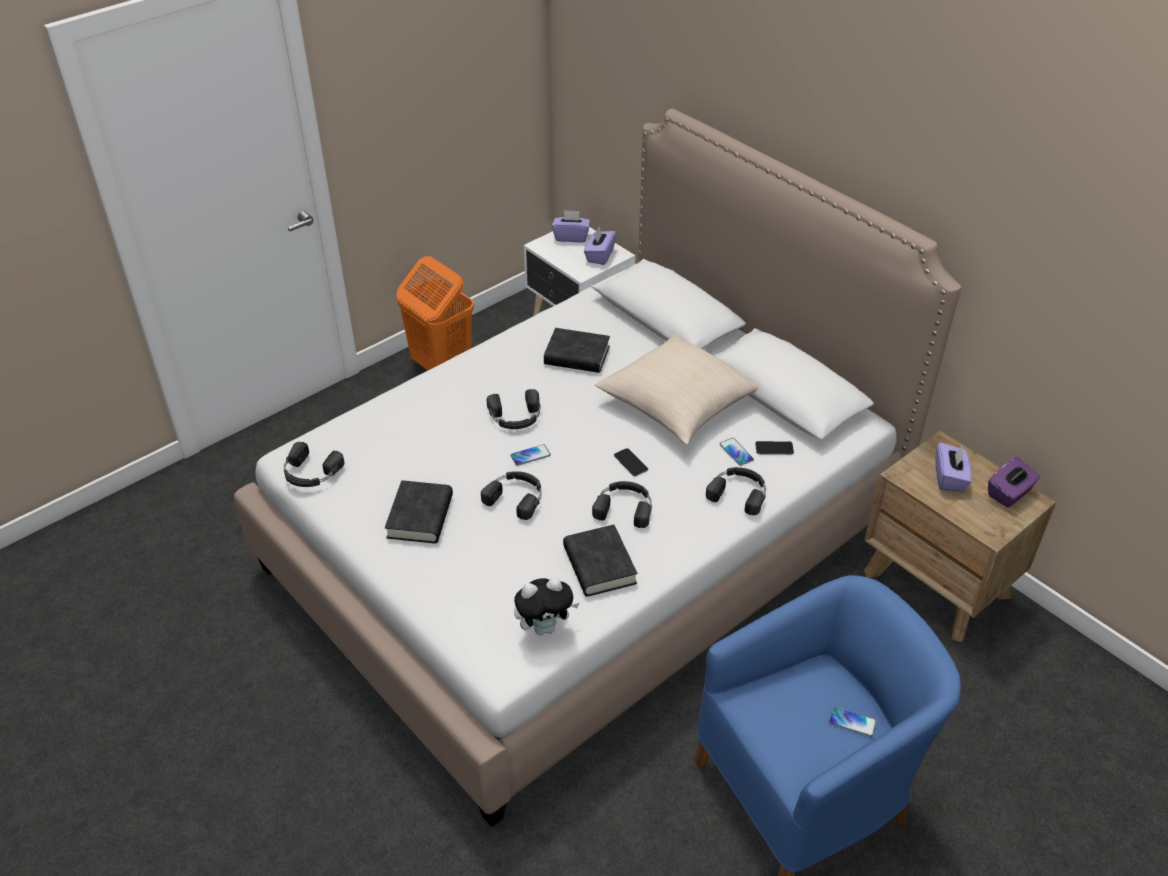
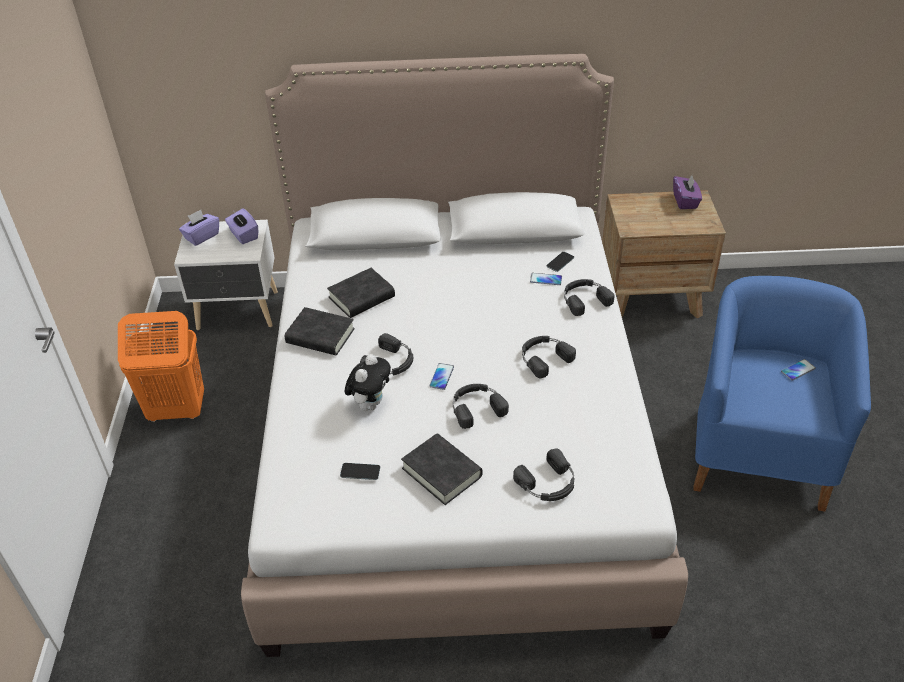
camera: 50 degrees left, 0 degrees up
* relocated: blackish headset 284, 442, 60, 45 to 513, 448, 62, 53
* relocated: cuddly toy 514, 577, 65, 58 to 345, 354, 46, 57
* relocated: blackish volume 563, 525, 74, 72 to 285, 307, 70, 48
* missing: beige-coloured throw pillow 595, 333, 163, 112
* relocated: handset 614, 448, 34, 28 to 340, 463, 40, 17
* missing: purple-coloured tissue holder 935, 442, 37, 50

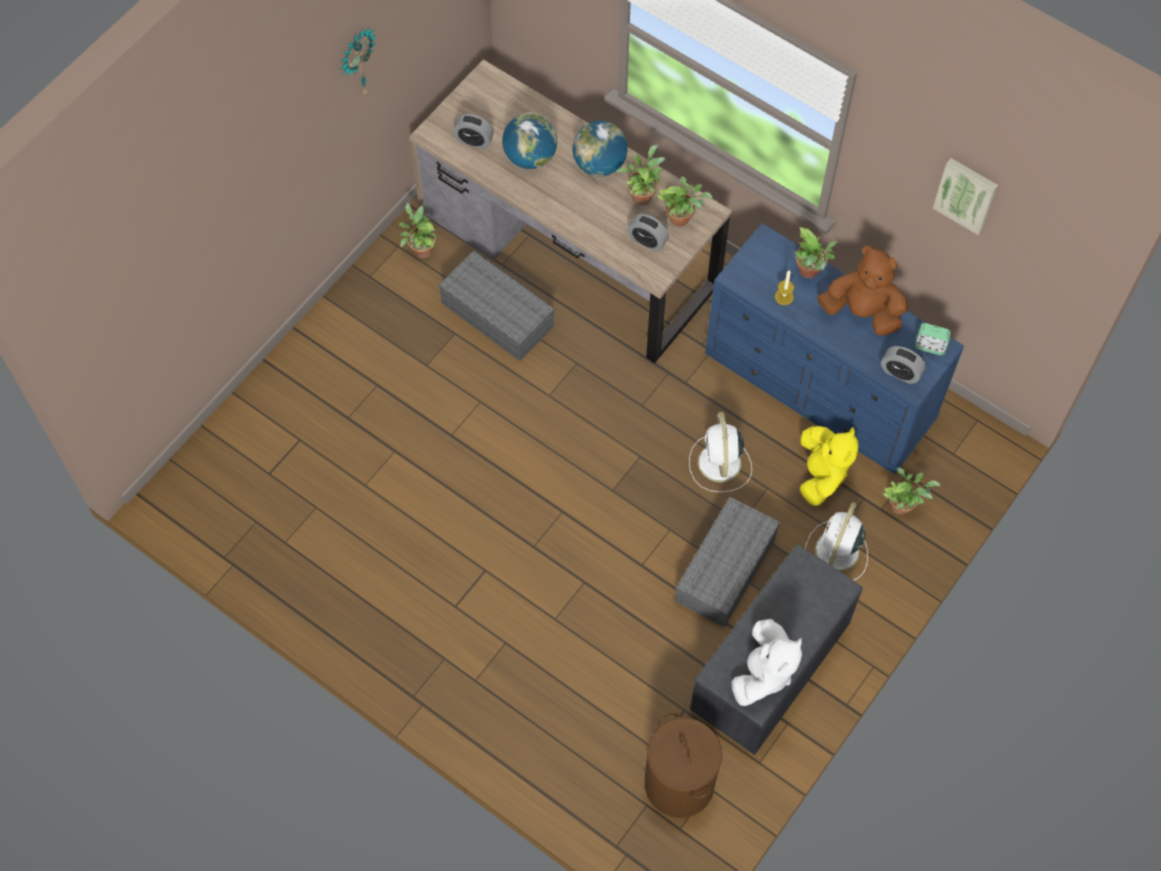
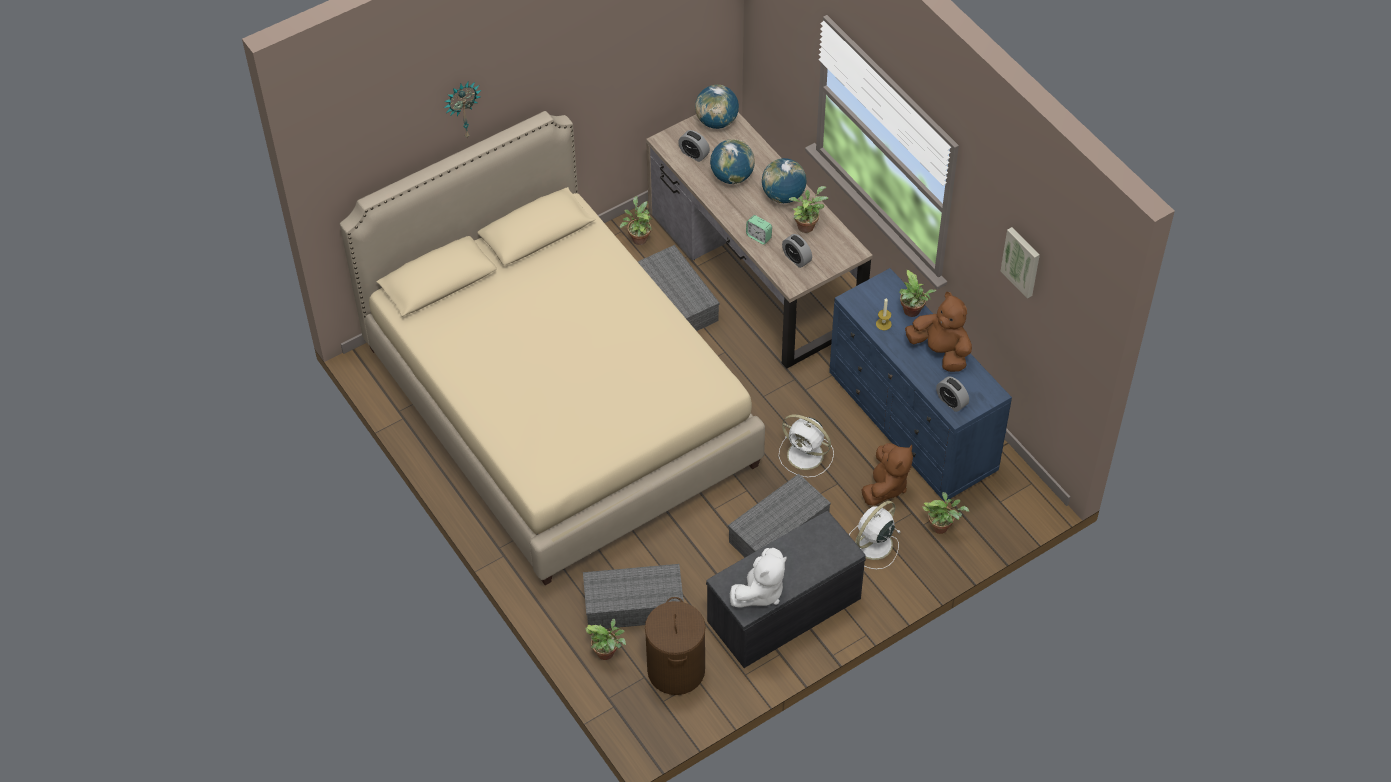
camera: 20 degrees right, 10 degrees down
* relocated: clock on the wall 341, 28, 35, 67 to 444, 82, 38, 57
* relocated: potted plant 657, 176, 56, 51 to 586, 619, 40, 41
* spun: white-coloured electric fan 689, 412, 63, 80 = 778, 414, 56, 64 75 degrees counterclockwise
* colour: yellow cuddly toy 800, 426, 58, 80 to brown cuddly toy 862, 443, 51, 62
* relocated: alarm clock 915, 323, 36, 32 to 746, 215, 26, 30
* appeared: beige-coloured bed 340, 111, 425, 474
* appeared: gray storage container 583, 564, 101, 65
* appeared: world globe 695, 85, 44, 44

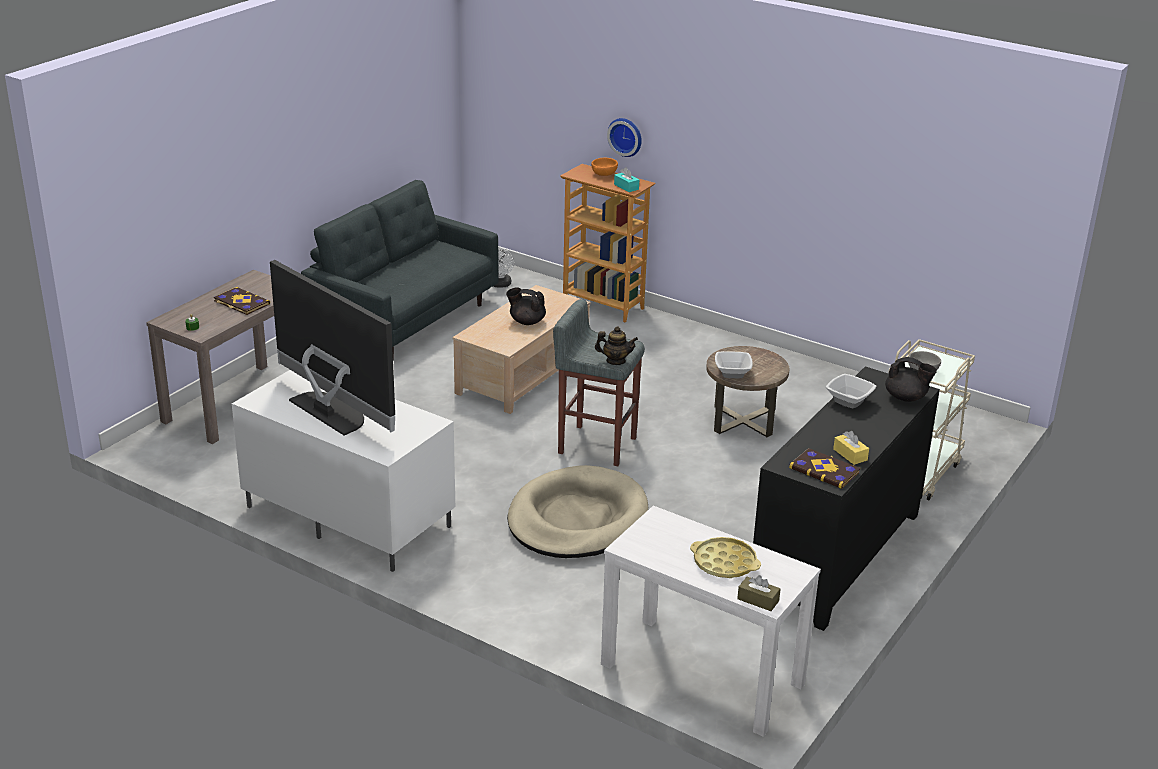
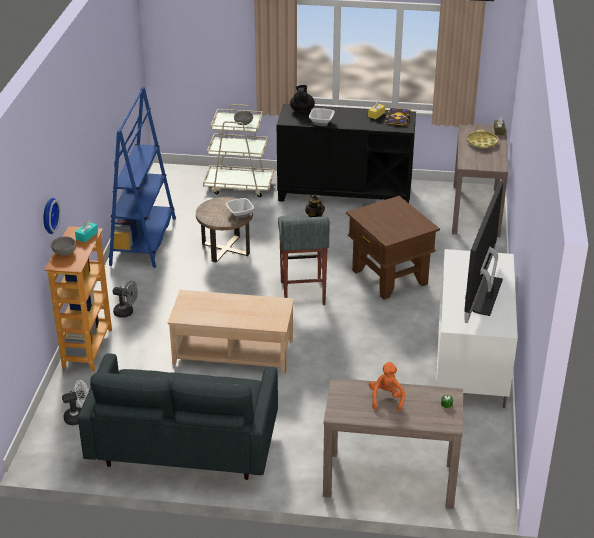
camera: 115 degrees left, 5 degrees up
* exchanged: volume 214, 287, 56, 28 to orangey cuddly toy 369, 362, 36, 49
* missing: blackish pot for tea 506, 288, 40, 37
* exchanged: beige-coloured pet bed 507, 465, 141, 93 to brown accent table 346, 196, 94, 104
* colour: orangey serving bowl 591, 158, 27, 18 to gray serving bowl 51, 236, 25, 20
* colour: white-coloured narrow table 601, 506, 220, 231 to brown narrow table 452, 123, 57, 114
* appeared: bluish bookcase 109, 87, 67, 181
* appeared: gray electric fan 113, 281, 25, 37

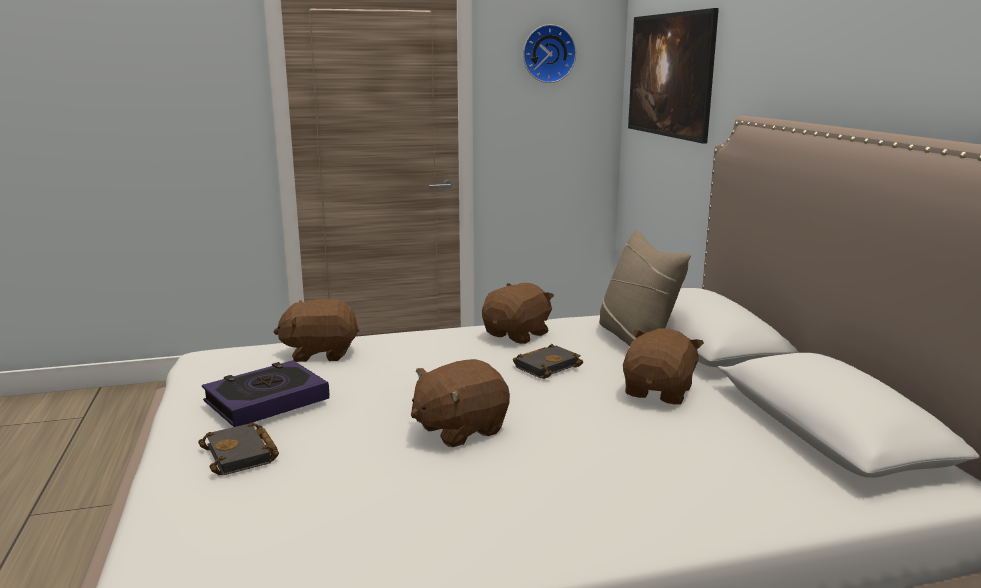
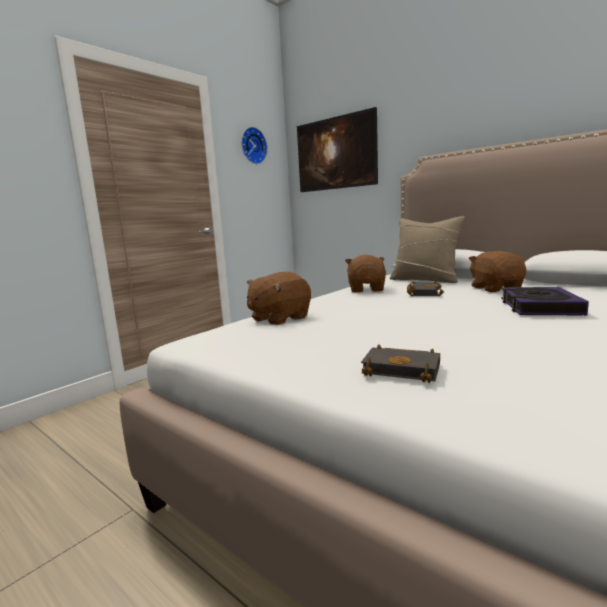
camera: 35 degrees left, 5 degrees down
* relocated: volume 202, 360, 128, 67 to 501, 287, 88, 28
* missing: brown cuddly toy 411, 359, 99, 88

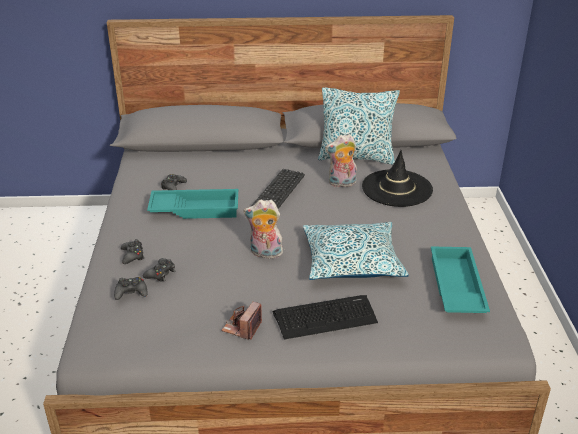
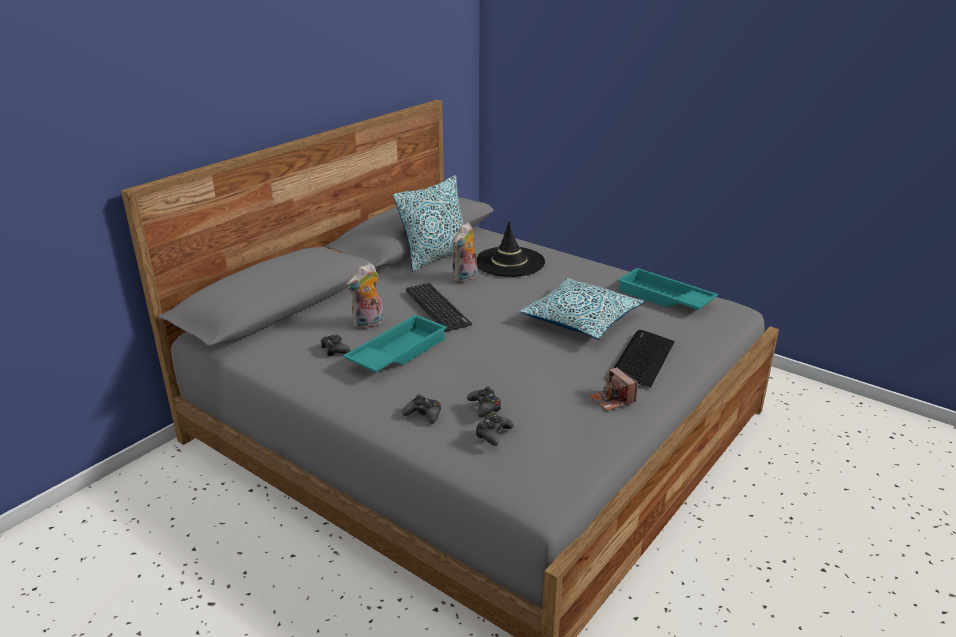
camera: 50 degrees left, 5 degrees down
* relocated: cuddly toy 243, 199, 40, 60 to 346, 263, 38, 67

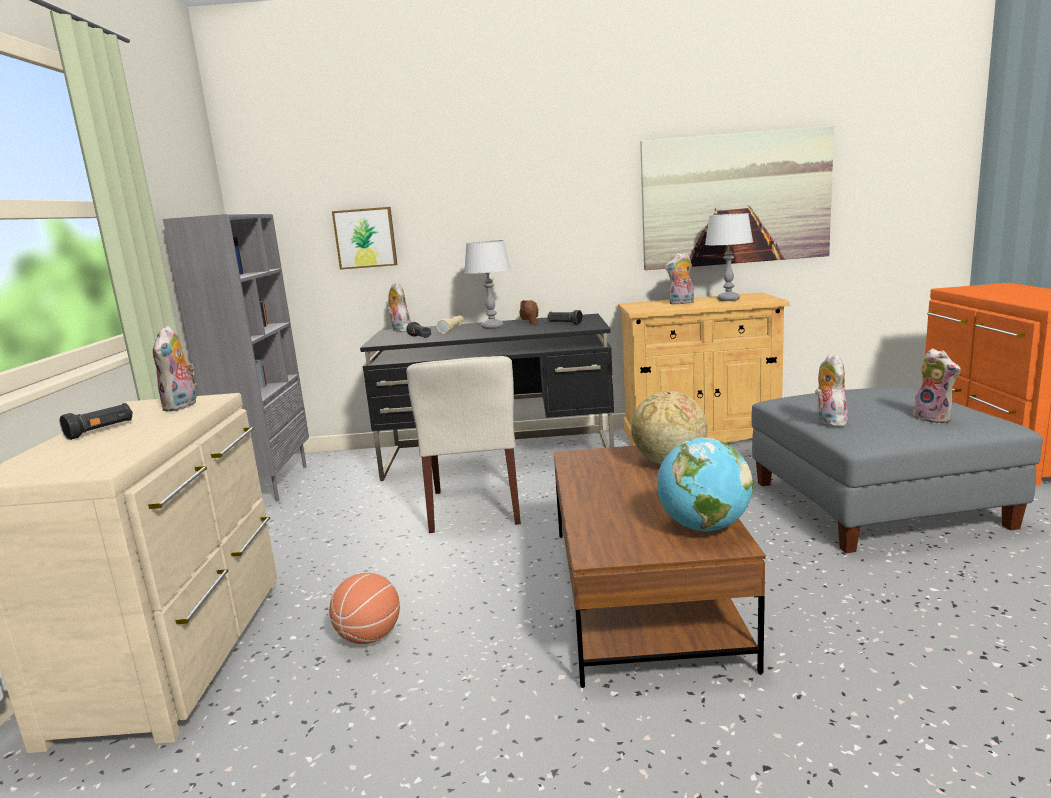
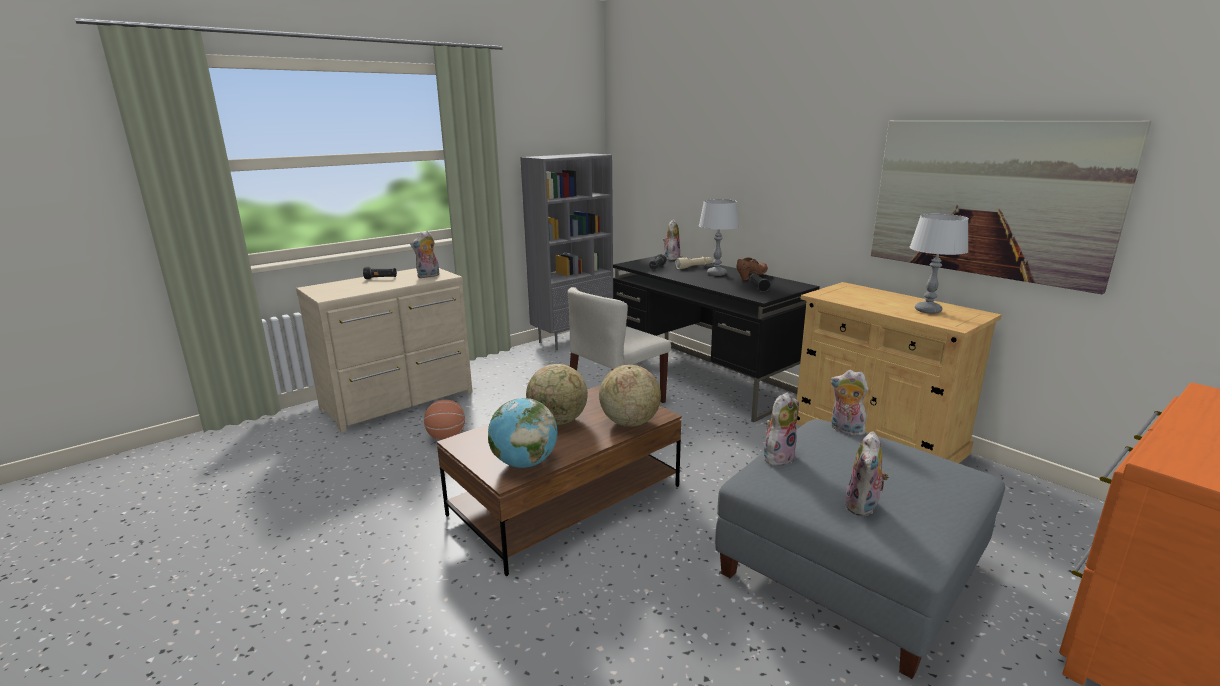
camera: 50 degrees right, 5 degrees up
* missing: wall art 332, 207, 66, 63
* relocated: cuddly toy 665, 253, 29, 52 to 831, 370, 37, 66
* appeared: world globe 526, 364, 62, 61

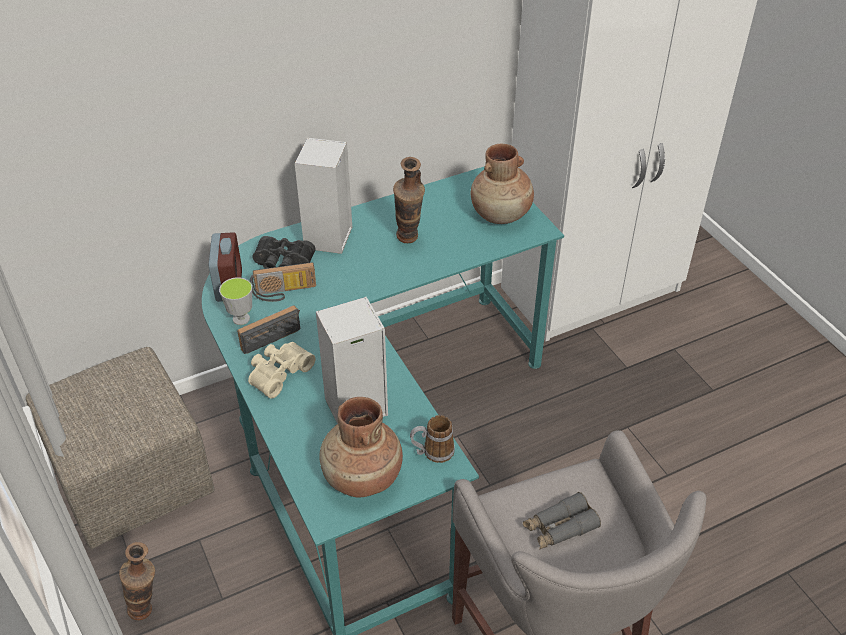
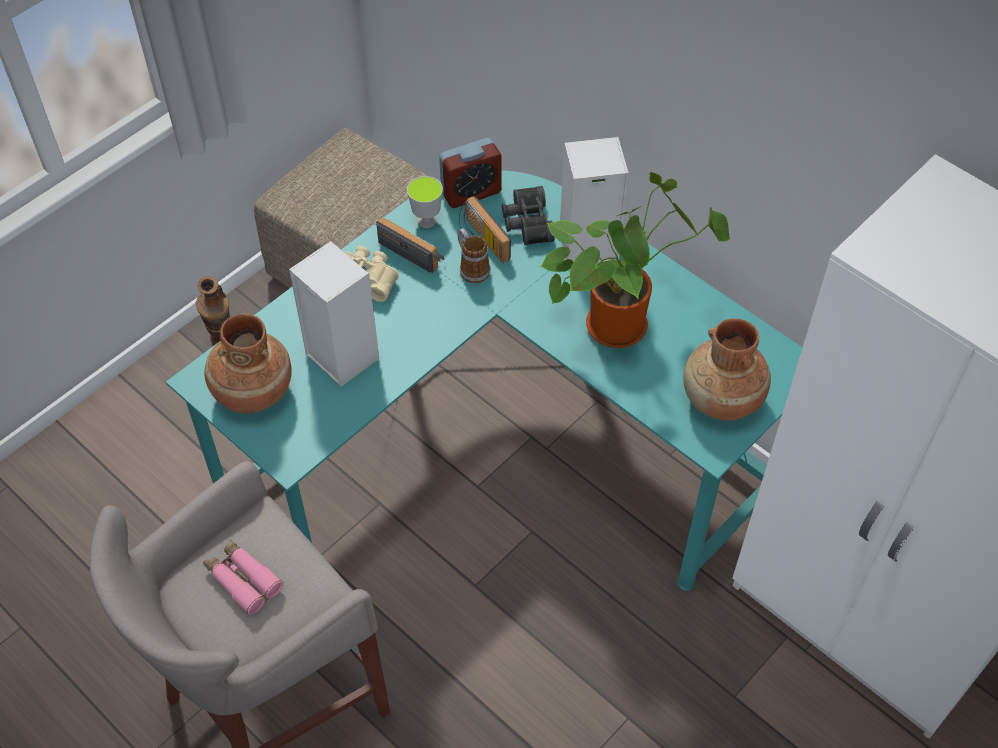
camera: 70 degrees right, 10 degrees up
* exchanged: vase 393, 157, 32, 86 to potted plant 539, 172, 191, 176
* relocated: mug 410, 415, 45, 48 to 457, 228, 33, 55
* colour: gray binoculars 523, 492, 78, 58 to pink binoculars 203, 539, 80, 76

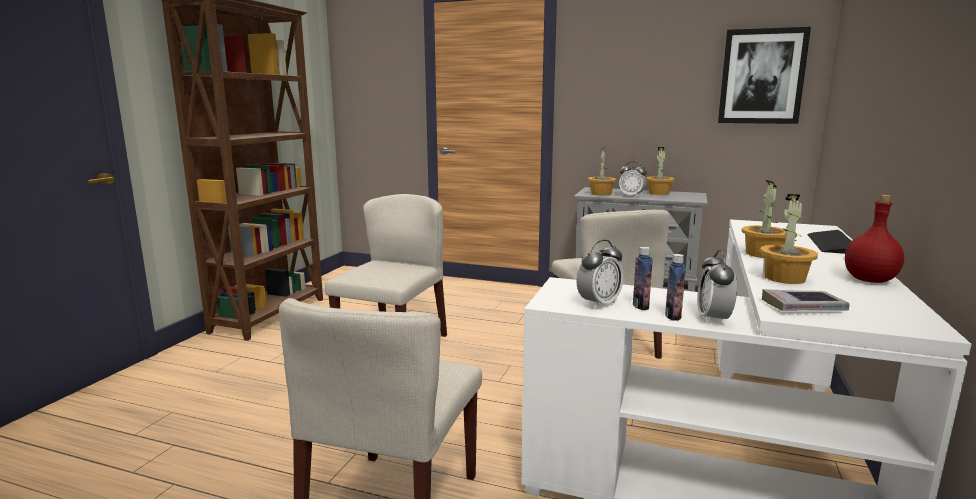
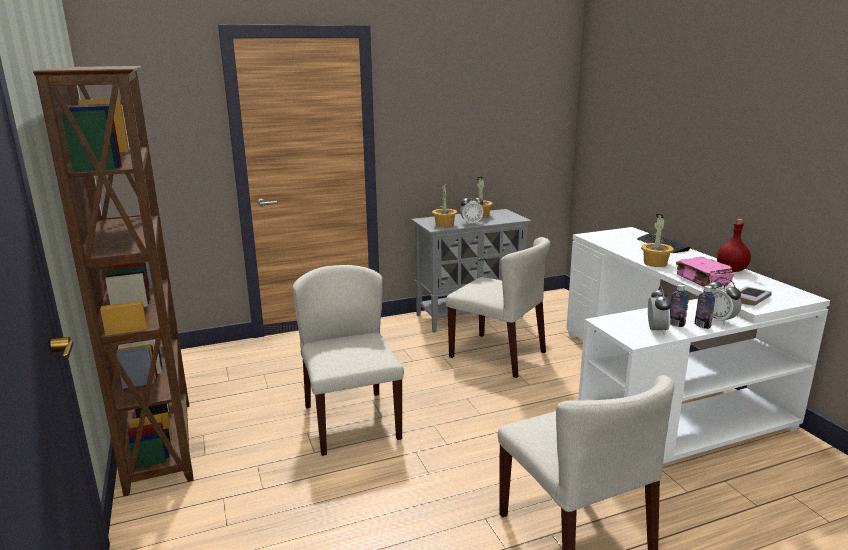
camera: 40 degrees left, 5 degrees up
* missing: wall art 718, 27, 93, 97
* exchanged: potted plant 760, 194, 58, 90 to pink volume 676, 257, 58, 30

